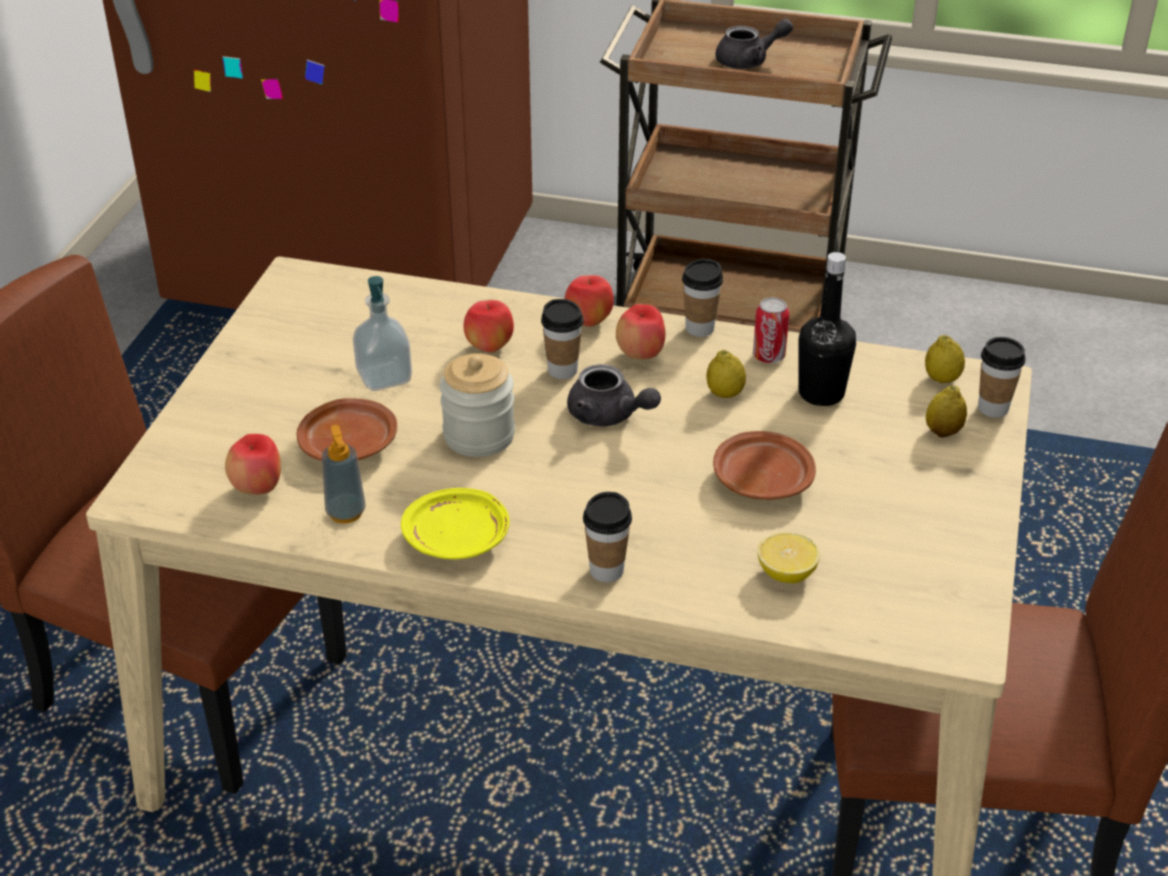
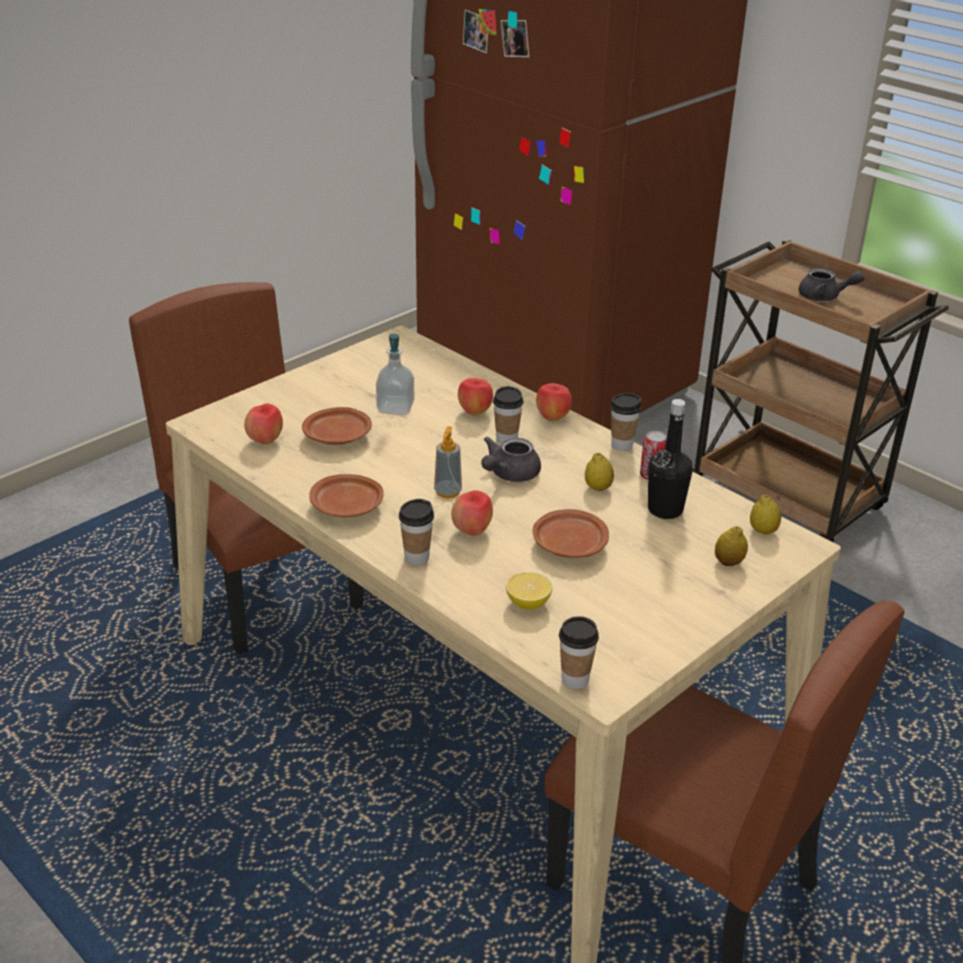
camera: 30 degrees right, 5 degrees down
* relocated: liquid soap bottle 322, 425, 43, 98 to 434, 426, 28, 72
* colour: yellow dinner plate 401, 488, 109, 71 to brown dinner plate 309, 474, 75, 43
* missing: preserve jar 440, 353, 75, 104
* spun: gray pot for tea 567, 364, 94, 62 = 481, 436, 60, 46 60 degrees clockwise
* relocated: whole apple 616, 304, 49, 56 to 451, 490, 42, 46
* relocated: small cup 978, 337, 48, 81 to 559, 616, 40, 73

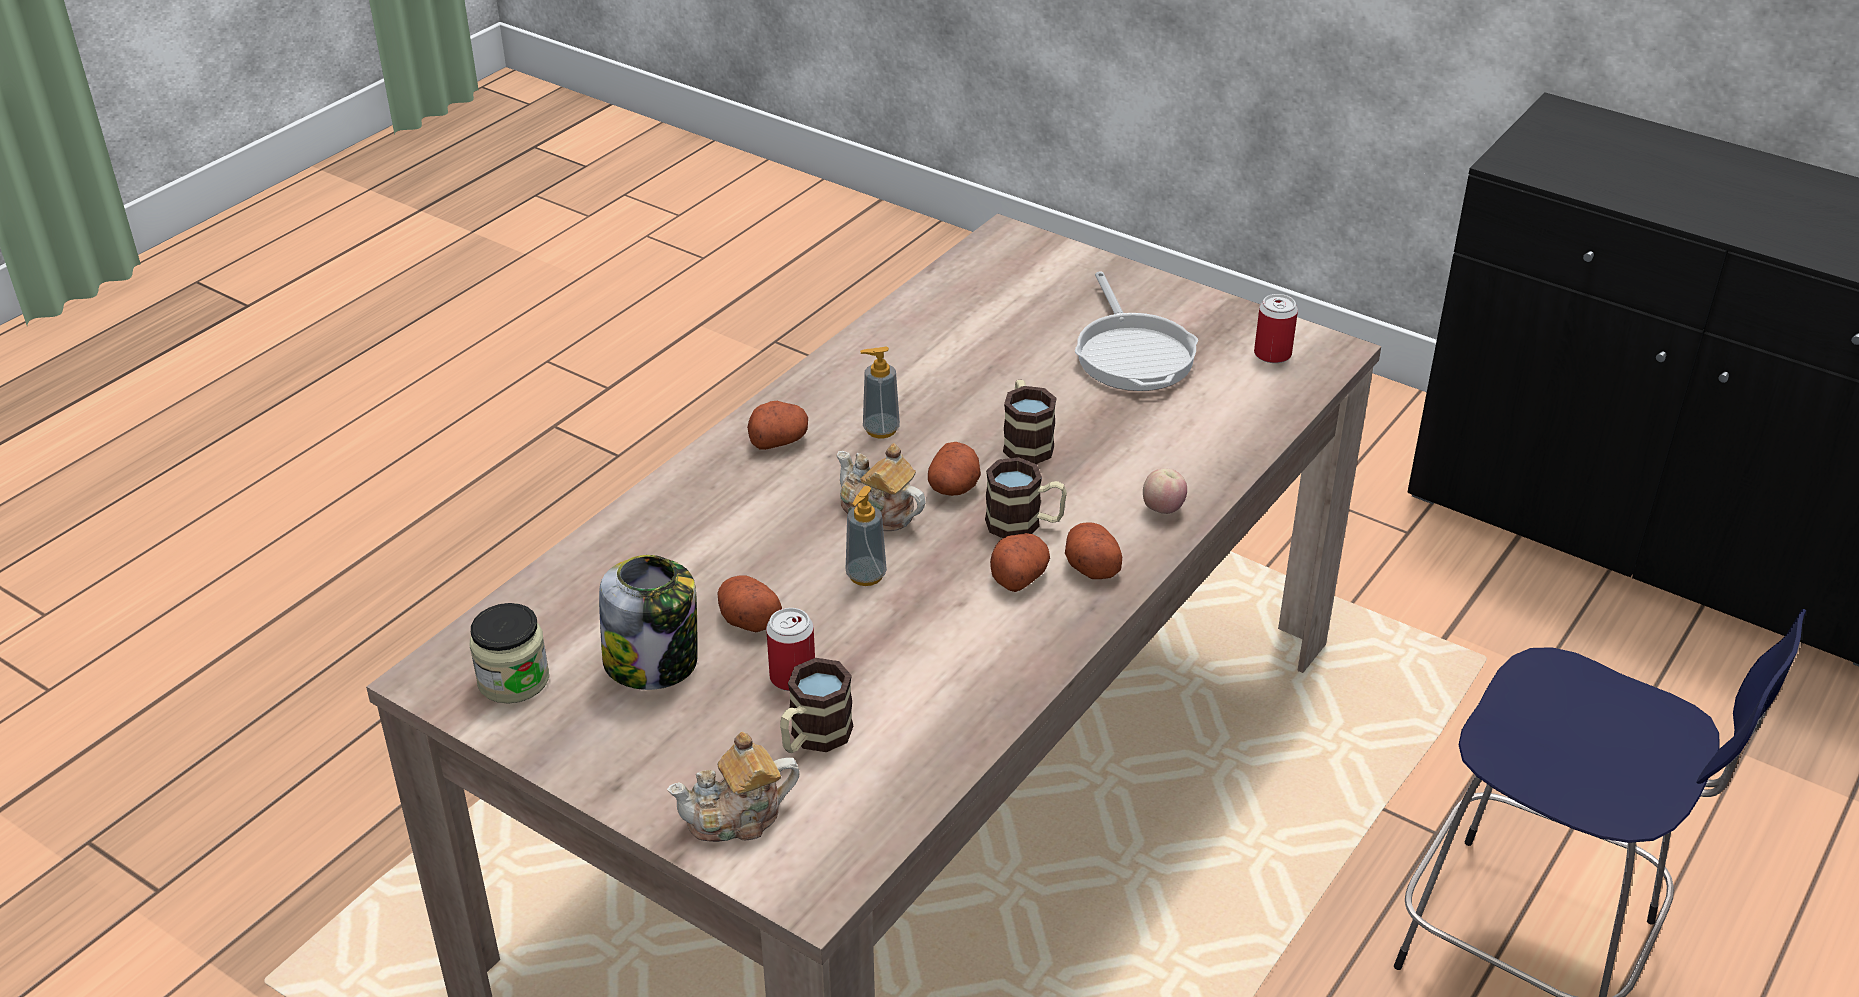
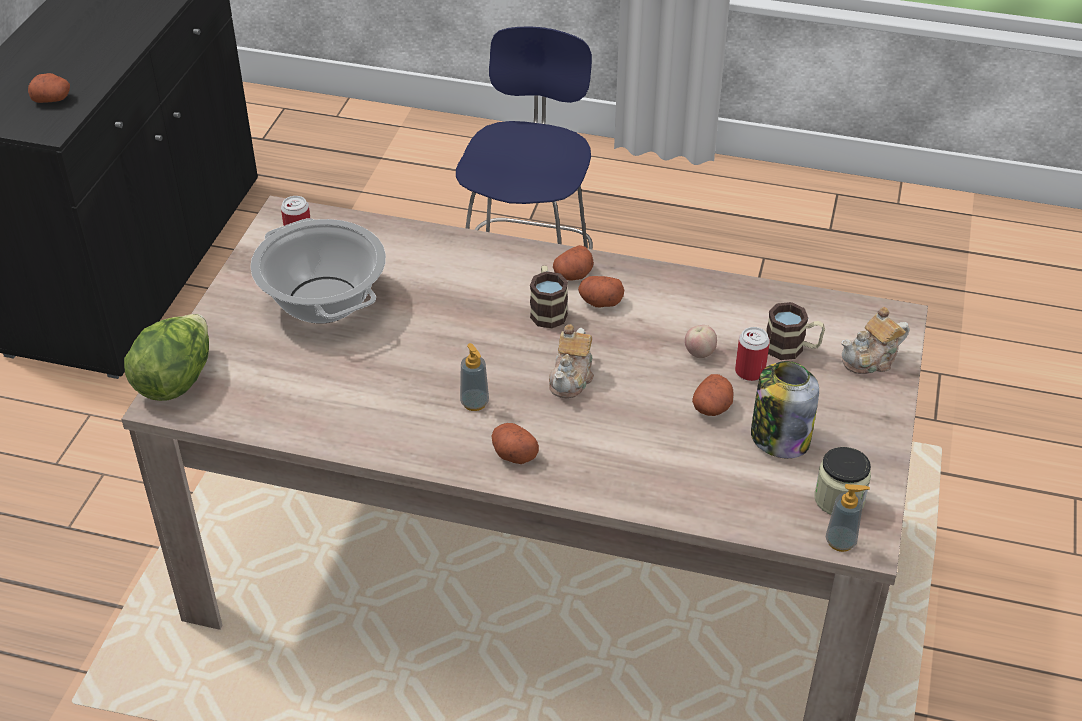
camera: 110 degrees left, 5 degrees up
* spun: pot for tea 667, 732, 133, 110 = 841, 307, 68, 67 105 degrees clockwise
* relocated: liquid soap bottle 846, 486, 41, 100 to 826, 484, 44, 68
* relocated: potato 928, 442, 53, 54 to 28, 73, 42, 30
* missing: mug 1003, 379, 54, 85
* exchanged: pan 1075, 272, 123, 119 to cooking pot 250, 218, 136, 106
* relocated: whole apple 1143, 469, 44, 45 to 685, 325, 32, 33
* appeared: head of lettuce 124, 314, 85, 87

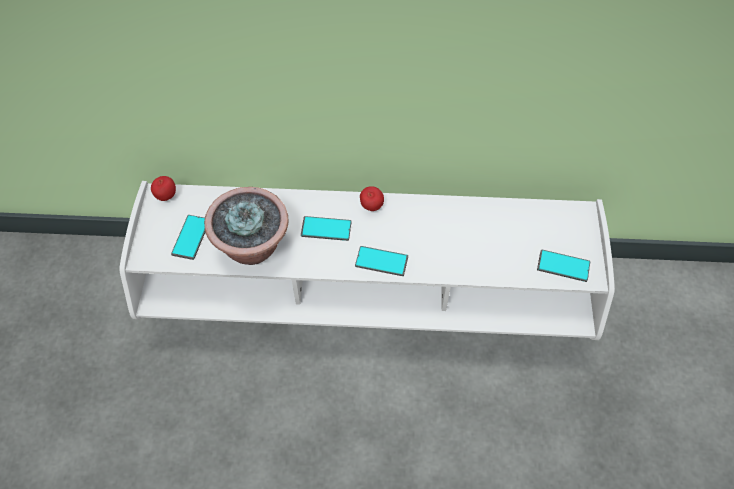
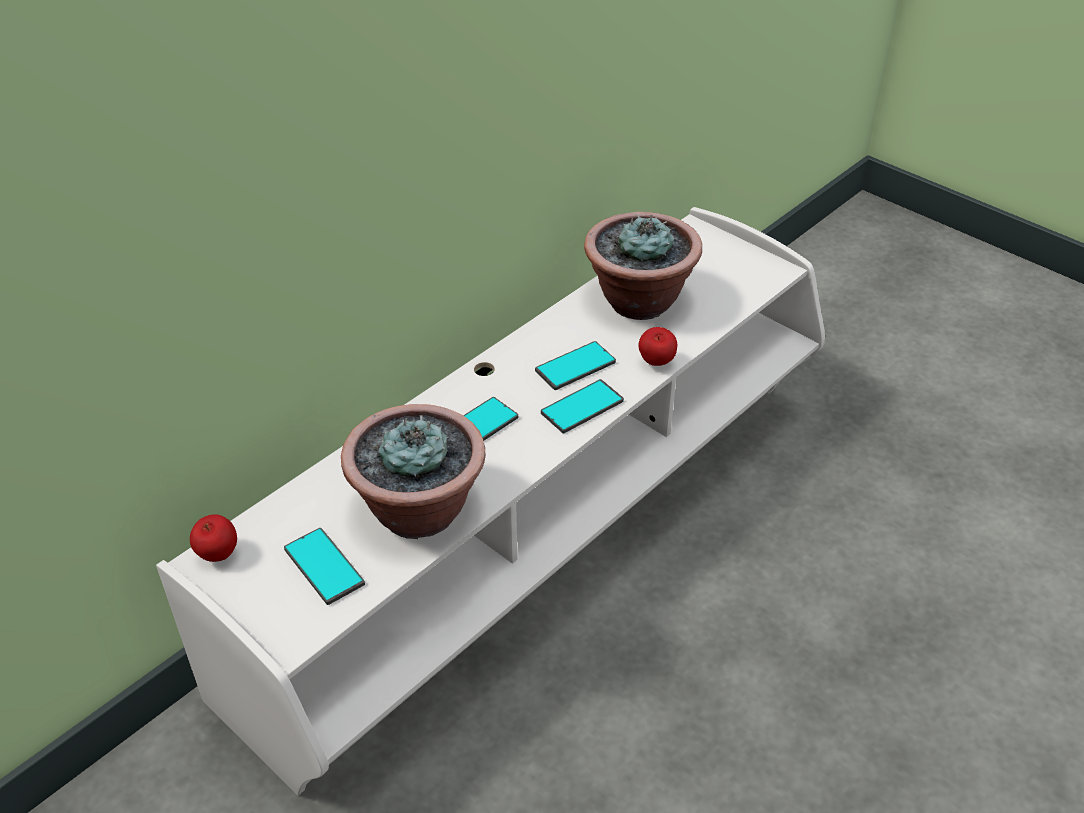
camera: 50 degrees left, 15 degrees down
* relocated: whole apple 360, 186, 24, 25 to 638, 327, 39, 39
* relocated: handset 537, 250, 53, 32 to 535, 341, 81, 49
* appeared: potted plant 584, 212, 118, 108

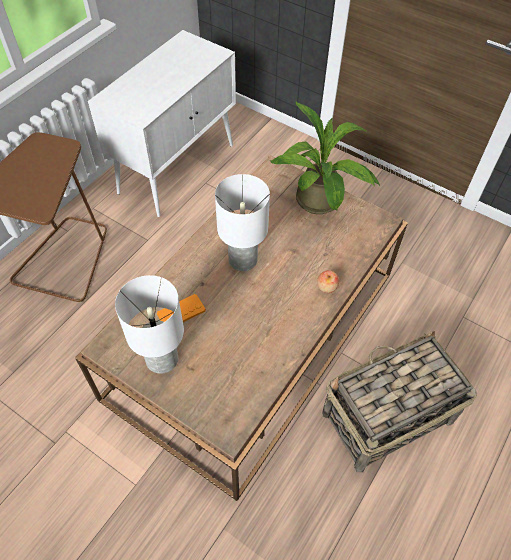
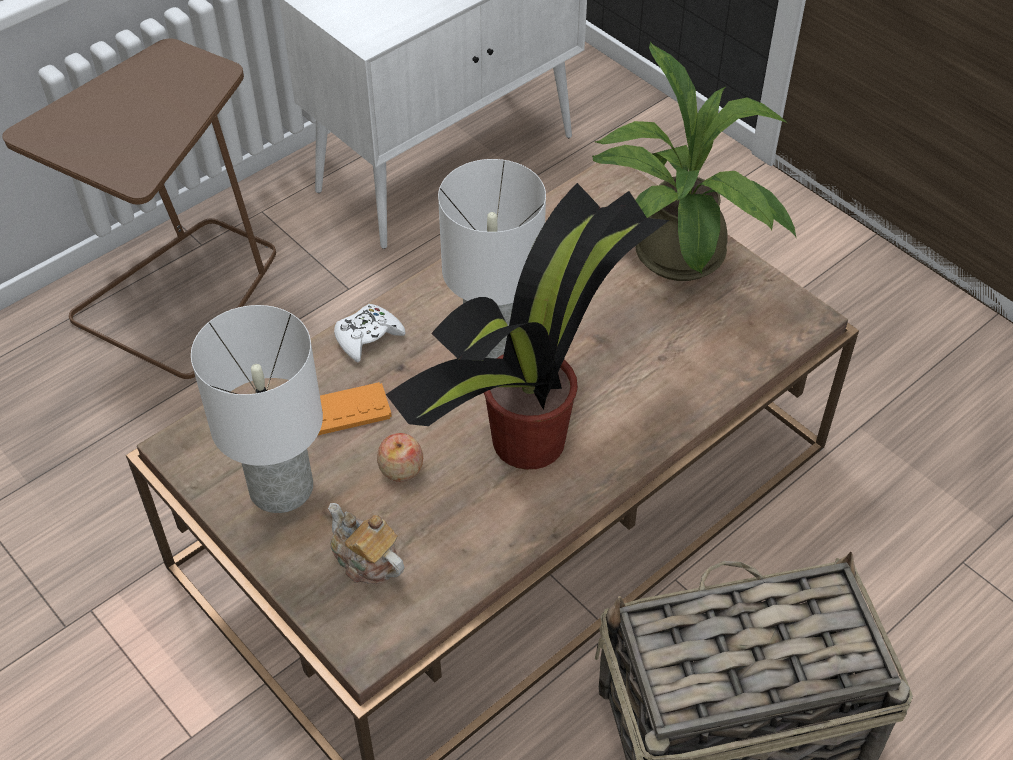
camera: 15 degrees right, 5 degrees down
* relocated: whole apple 317, 270, 22, 23 to 377, 433, 46, 48
* appeared: pot for tea 328, 503, 76, 81
* appeared: white-coloured gamepad 334, 304, 72, 59
* appeared: potted plant 386, 183, 283, 287

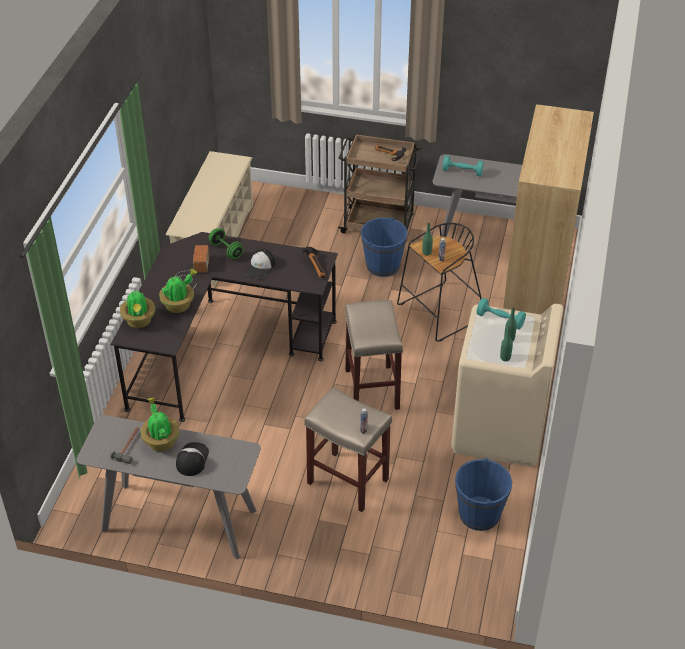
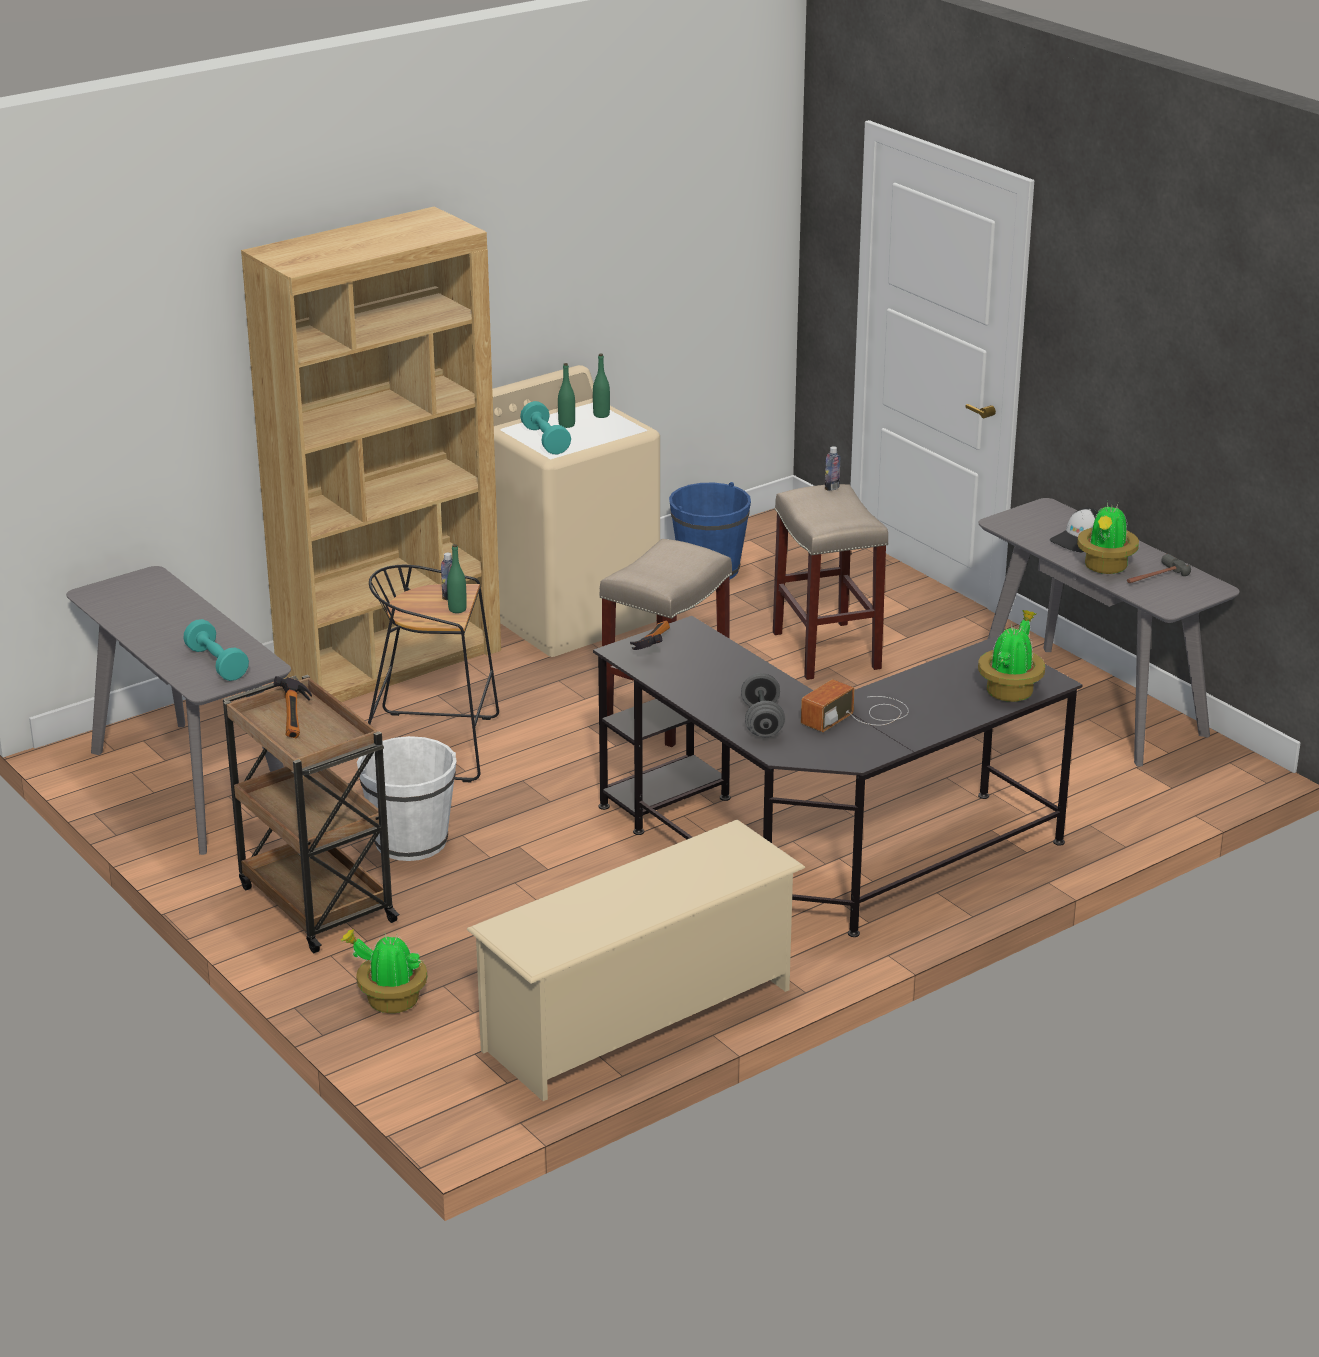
camera: 140 degrees left, 15 degrees down
* relocated: potted plant 159, 269, 38, 44 to 341, 929, 86, 84
* colour: green free weight 209, 228, 34, 31 to gray free weight 741, 673, 44, 64
* missing: cap 246, 249, 29, 30
* colour: bluish water bucket 361, 217, 46, 60 to white-coloured water bucket 357, 736, 100, 125

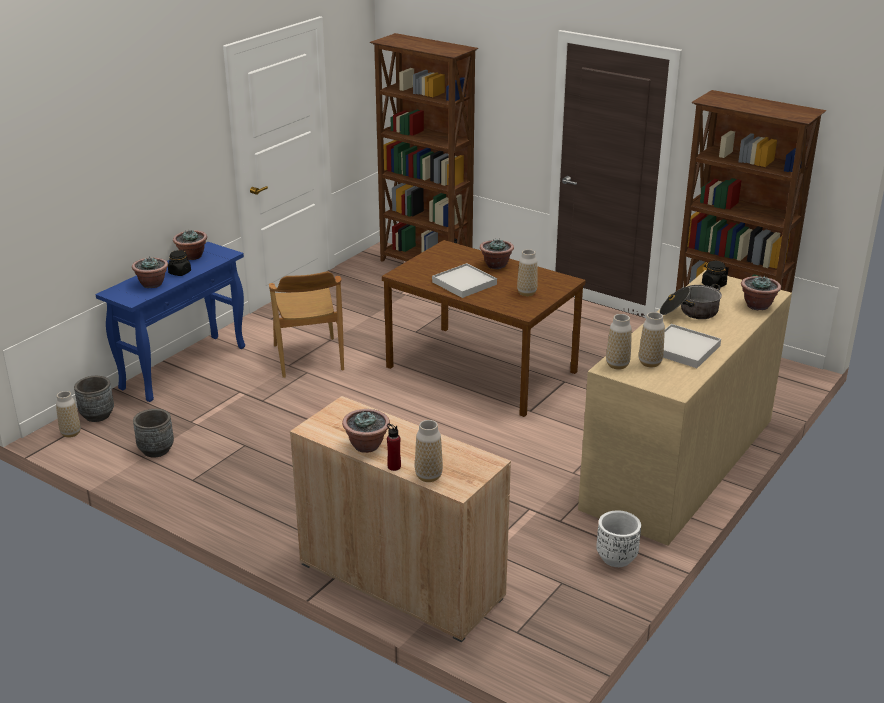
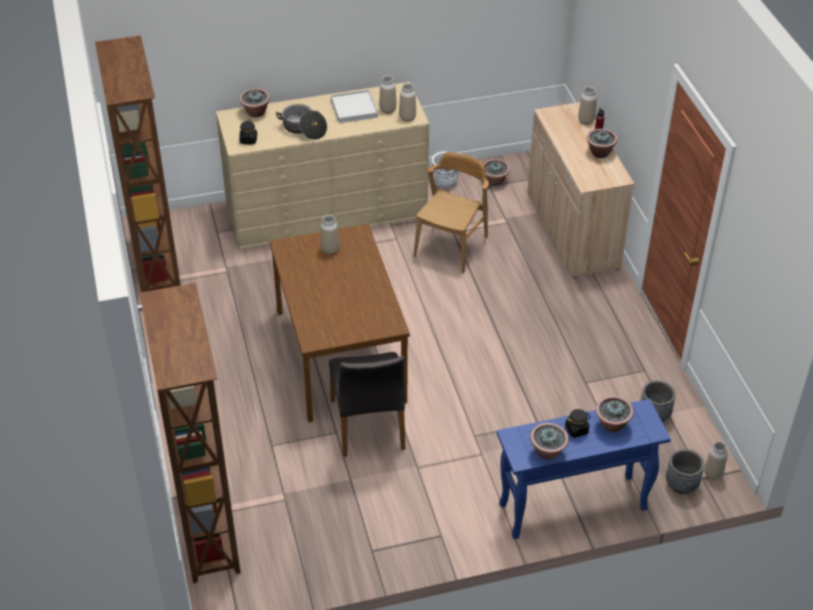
camera: 140 degrees left, 15 degrees up
* relocated: brown upright chair 269, 272, 75, 106 to 413, 152, 76, 121
* missing: white-coloured serving tray 432, 263, 65, 35
* relocated: potted plant 480, 239, 34, 30 to 484, 159, 26, 27
* appeared: gray upright chair 329, 352, 76, 105

